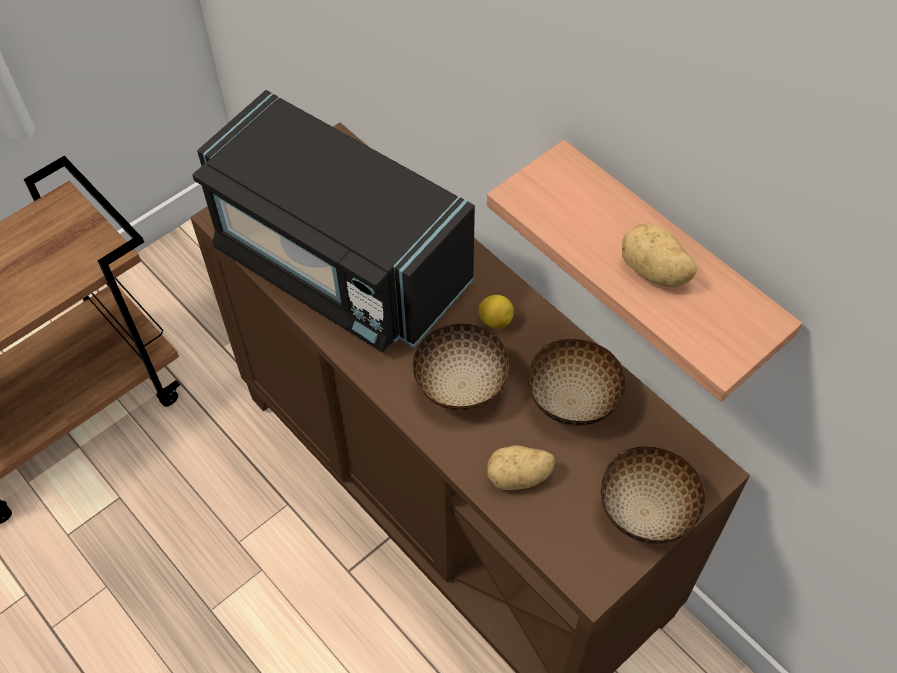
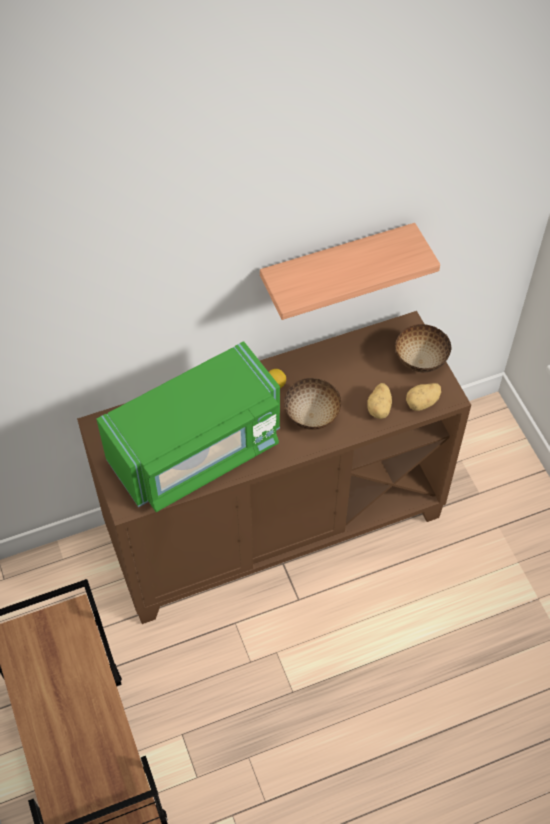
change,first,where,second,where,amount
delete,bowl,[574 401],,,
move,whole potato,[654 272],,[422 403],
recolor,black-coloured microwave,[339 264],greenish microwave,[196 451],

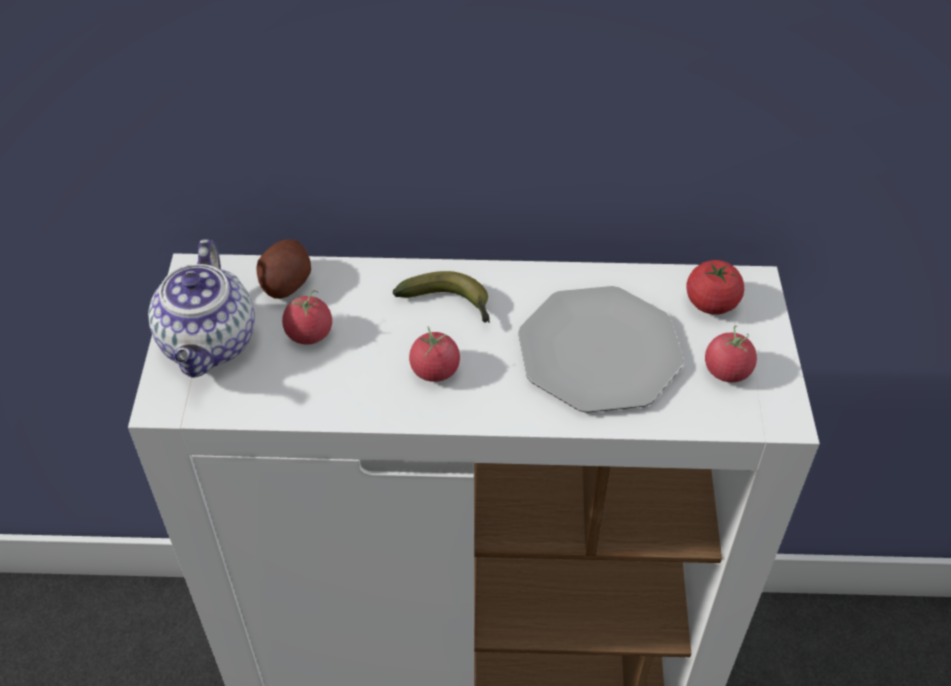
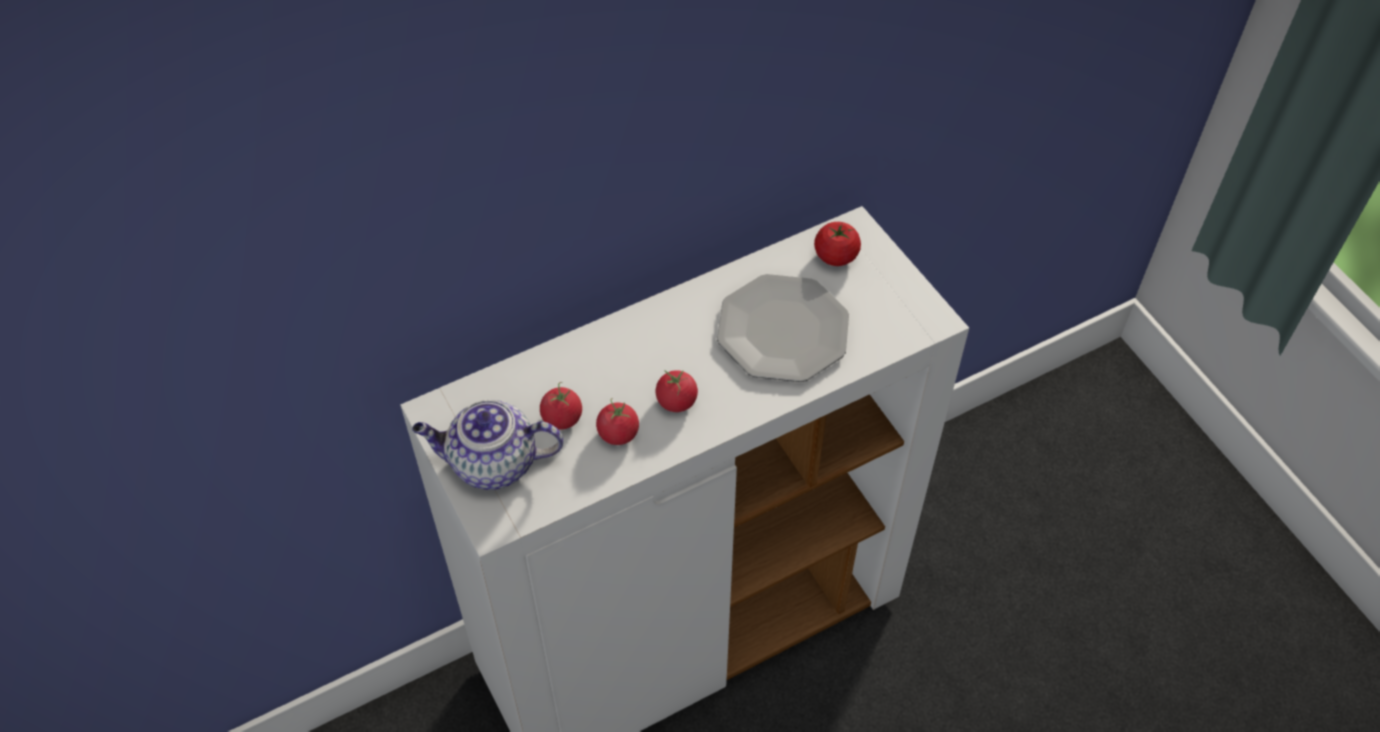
change,first,where,second,where,amount
delete,whole potato,[285 283],,,
delete,banana fruit,[450 304],,,
move,fresh tomato,[727 370],,[618 433],
rotate,teapot,[209 344],,[491 463],120 degrees clockwise

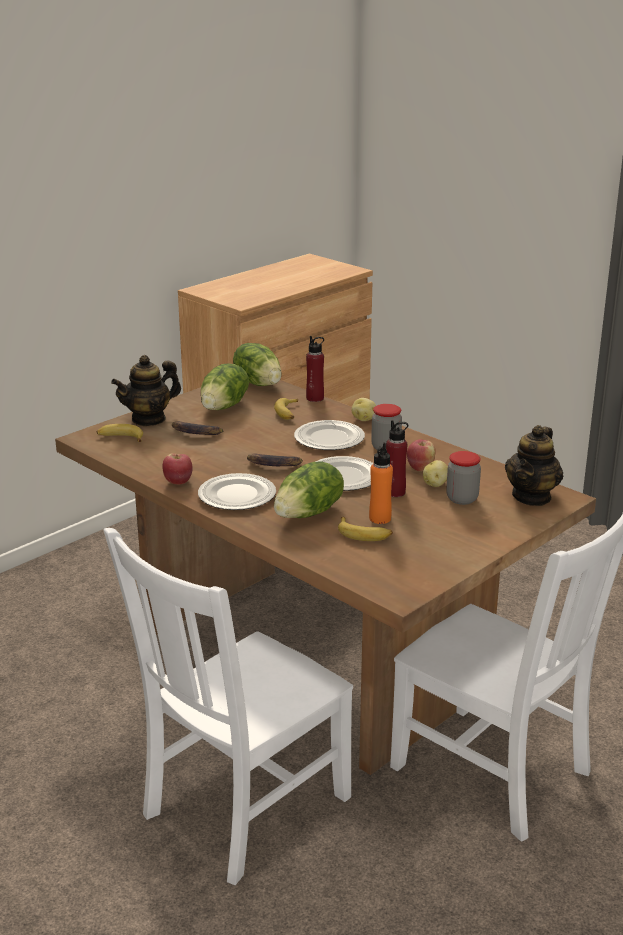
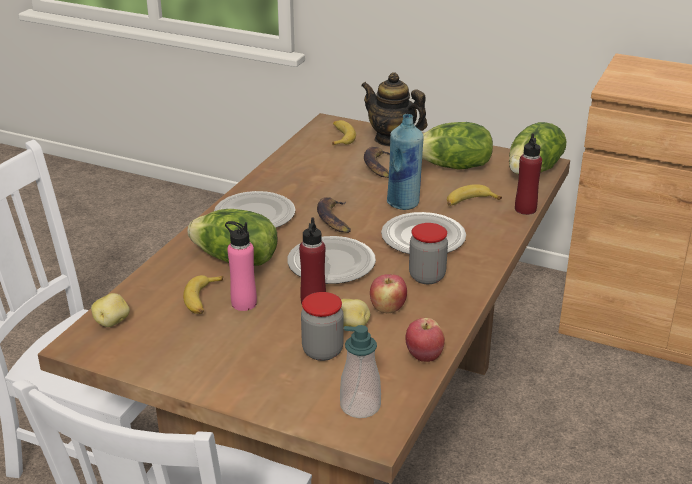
change,first,where,second,where,amount
insert,,,blue-coloured bottle,[403 203],
move,whole apple,[178 482],,[424 356],
move,whole potato,[364 419],,[112 322],
replace,teapot,[532 497],soap dispenser,[360 406],
recolor,orange-coloured bottle,[380 518],pink-coloured bottle,[243 303],

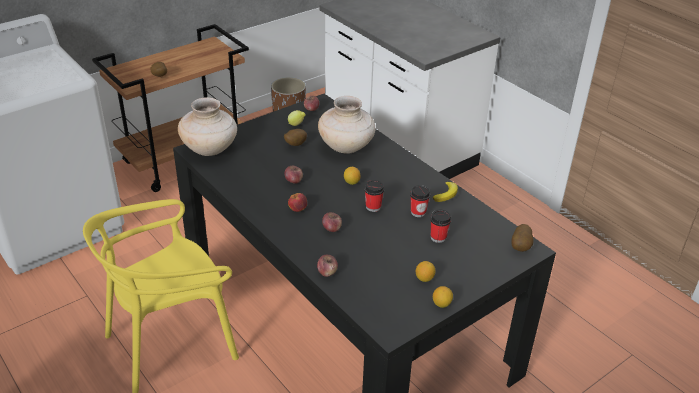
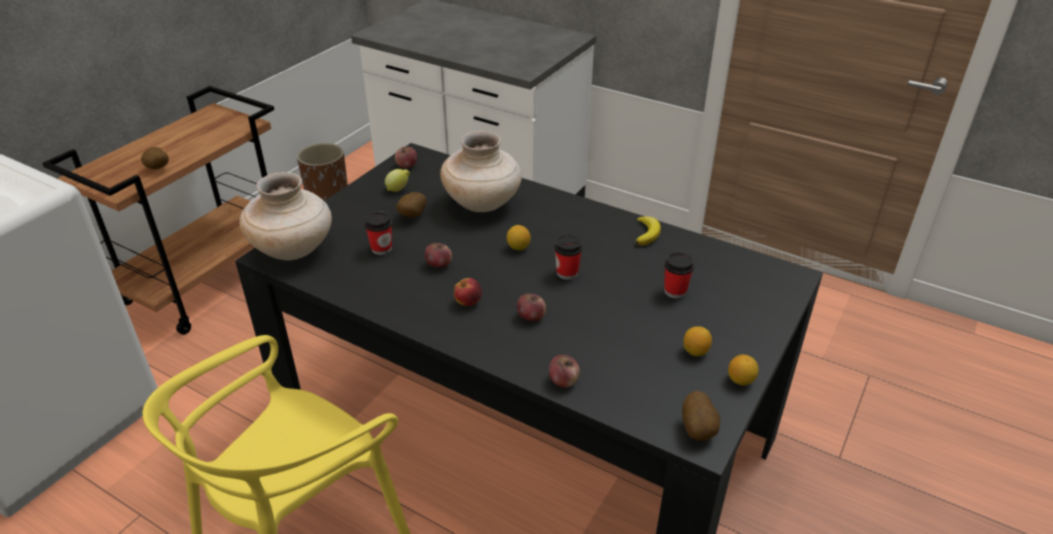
change,first,where,second,where,amount
move,small cup,[418 212],,[381 249],
move,whole potato,[521 247],,[698 430],

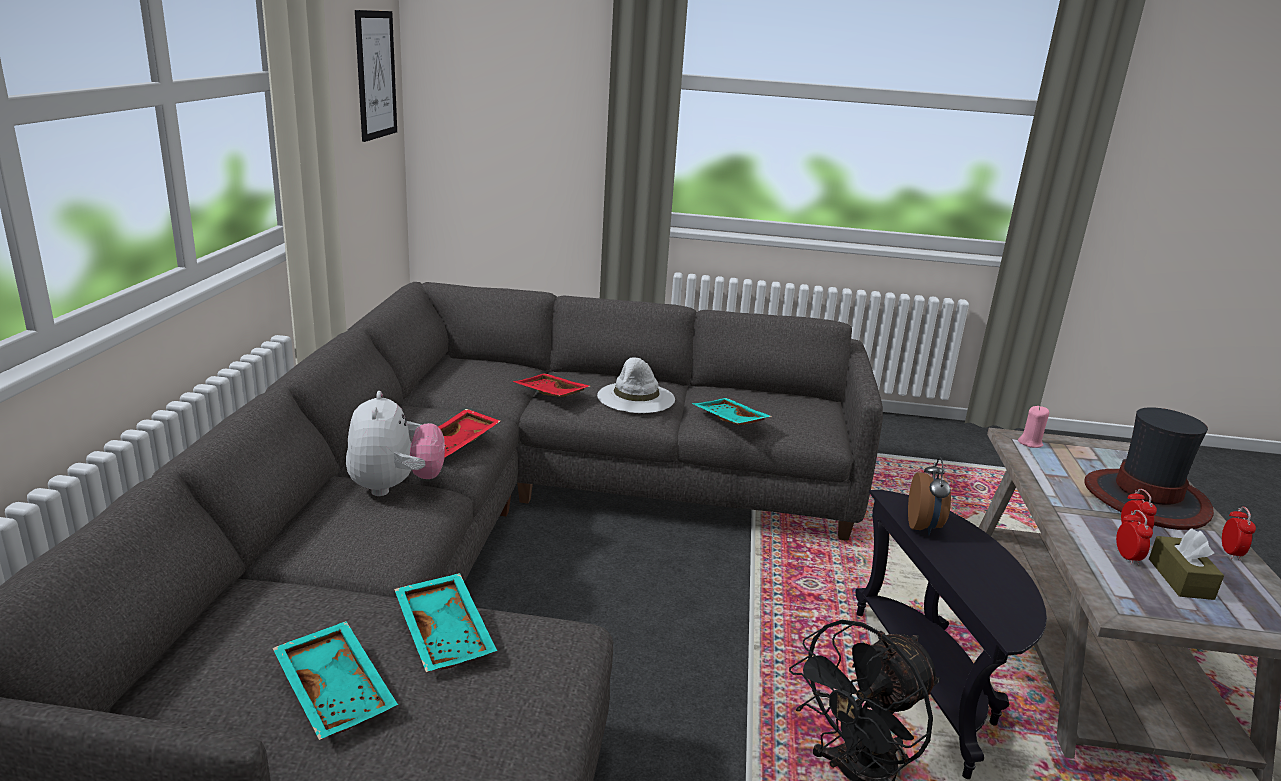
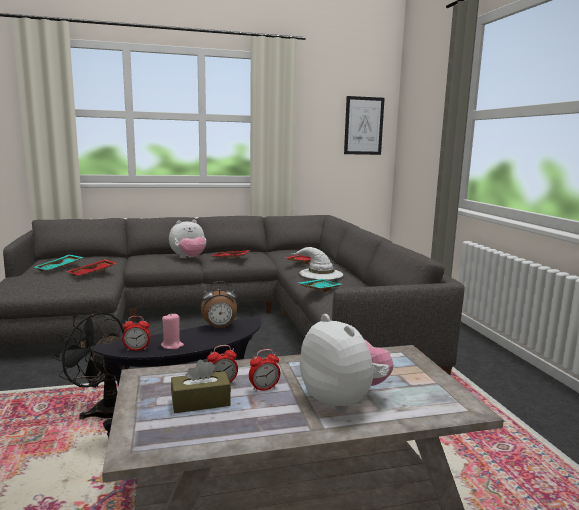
change,first,where,second,where,amount
move,pink-coloured wax light,[1030 443],,[172 345],
move,table clock,[1230 553],,[137 349],
replace,wearable hat,[1146 499],cuddly toy,[343 400],
recolor,blue-green tray,[447 633],reddish tray,[93 273],

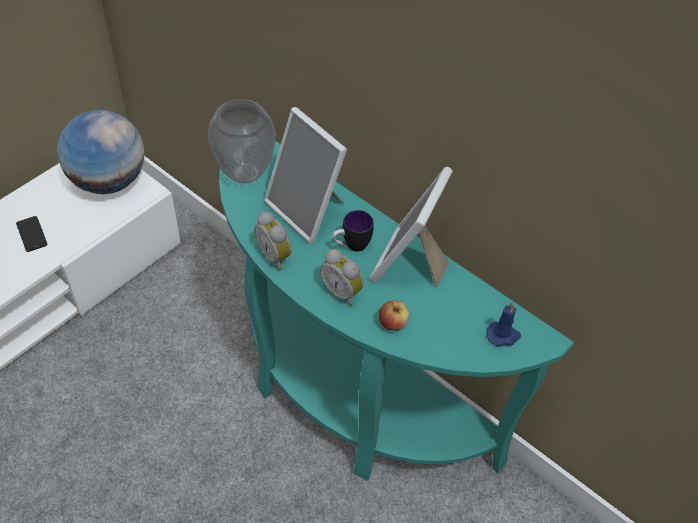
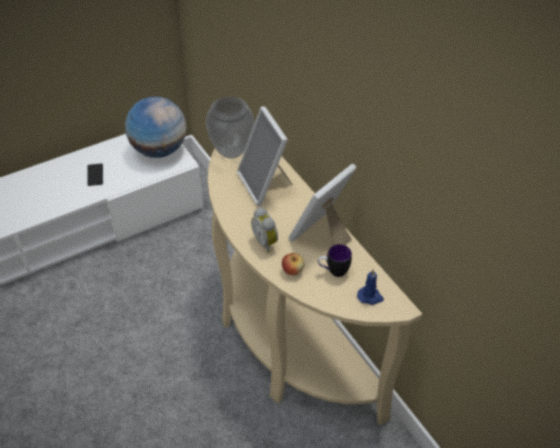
change,first,where,second,where,amount
delete,table clock,[276 256],,,
move,mug,[351 246],,[333 272],
recolor,blue-green narrow table,[348 395],beige narrow table,[286 340],

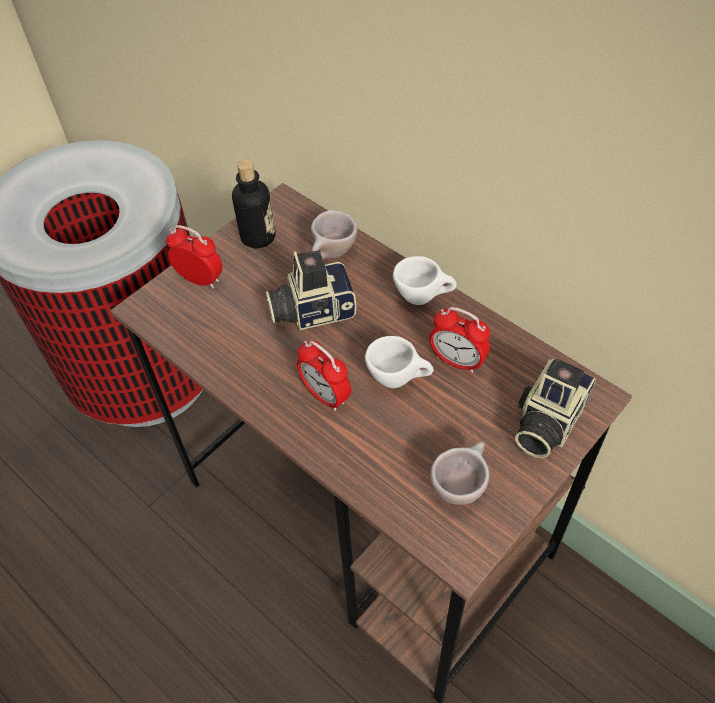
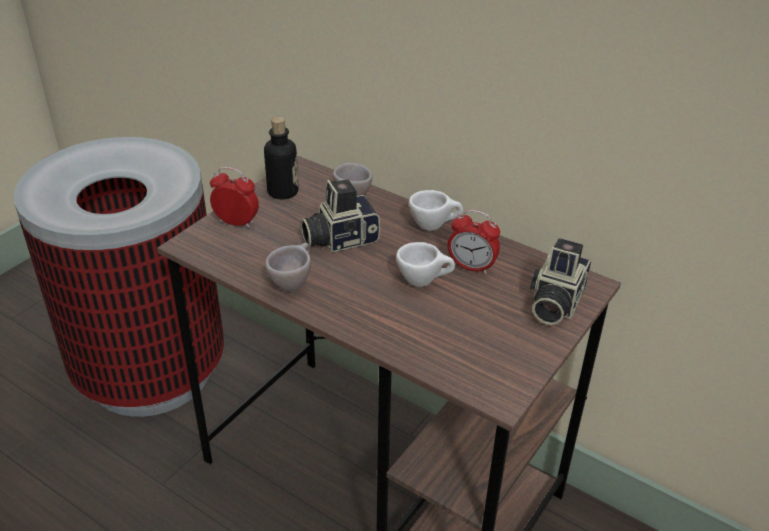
change,first,where,second,where,amount
delete,table clock,[325 396],,,
move,beige small cup,[461 485],,[293 282],

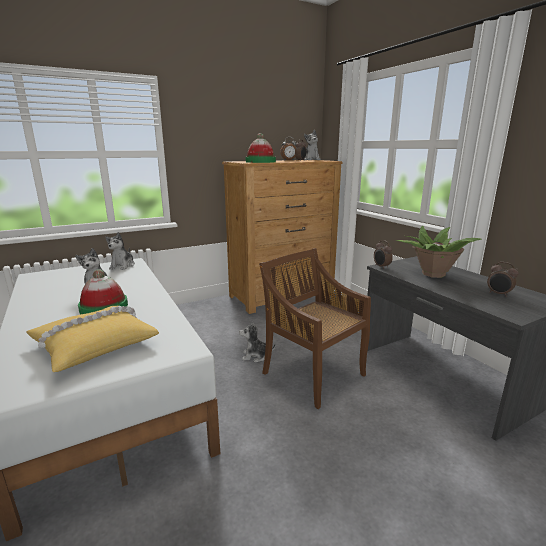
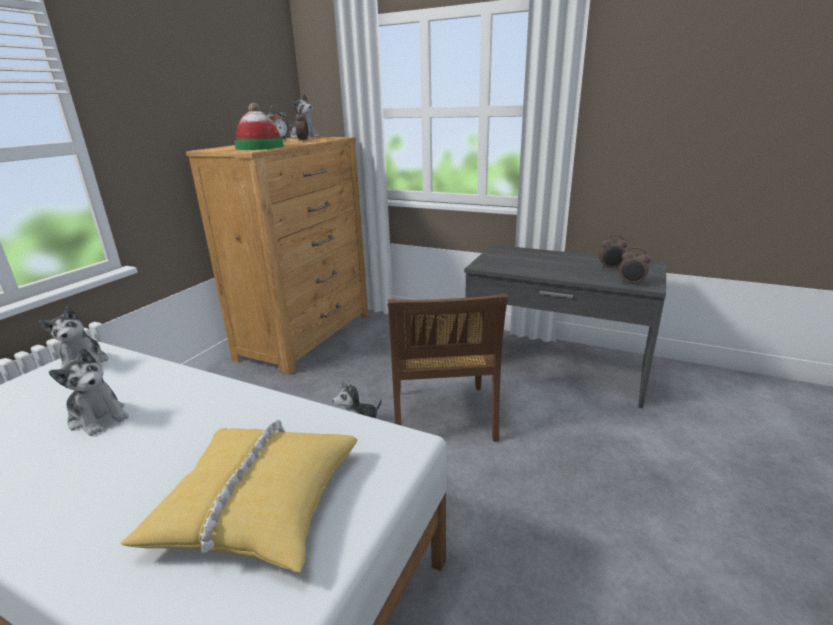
change,first,where,second,where,amount
delete,wearable hat,[104 307],,,
delete,houseplant,[433 274],,,
move,table clock,[381 267],,[631 283],
rotate,brown-coloured plain chair,[312 373],,[442 417],105 degrees counterclockwise

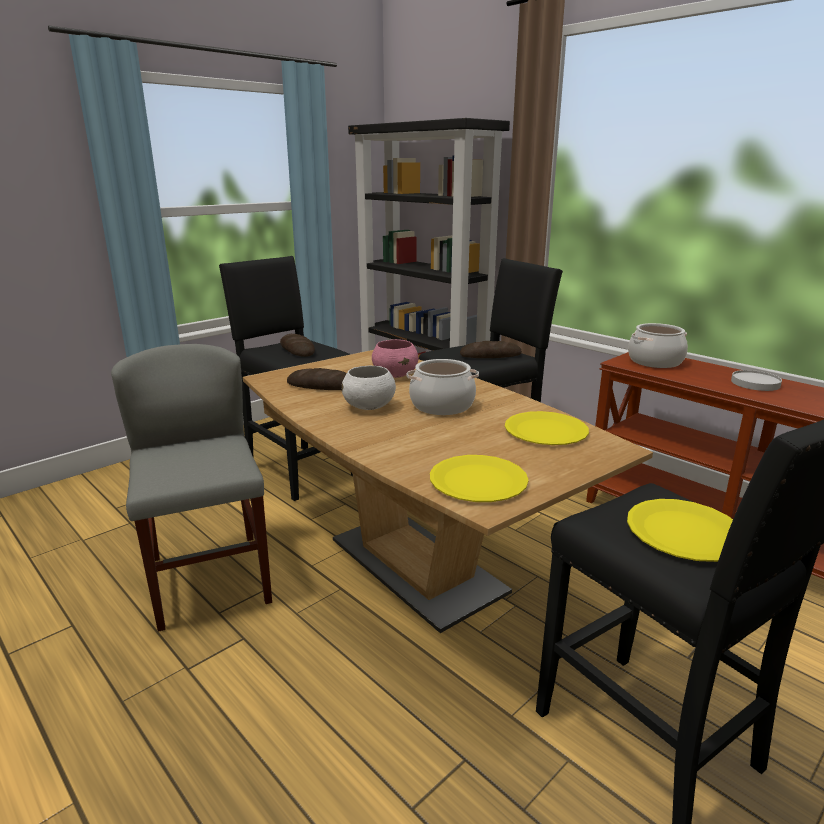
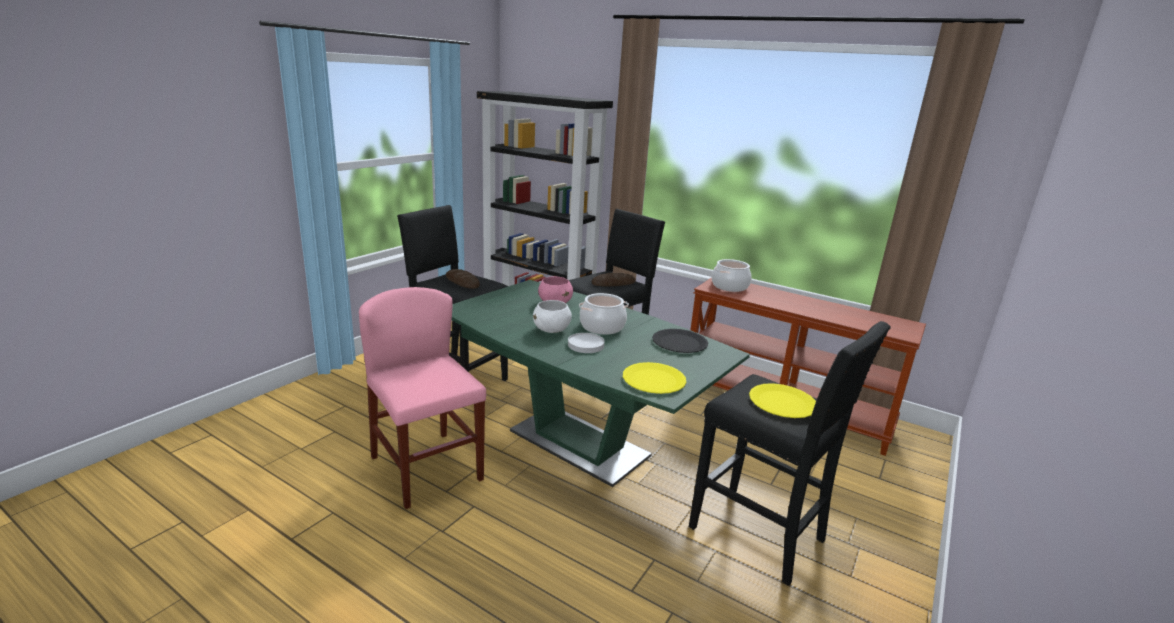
change,first,where,second,where,amount
delete,baked bread,[322 385],,,
move,white plate,[755 383],,[585 345],
recolor,greyish plain chair,[210 579],pink-coloured plain chair,[427 468],
recolor,brown-coloured dinner table,[416 565],greenish dinner table,[578 443],
recolor,yellow plate,[546 431],black-coloured plate,[680 342],

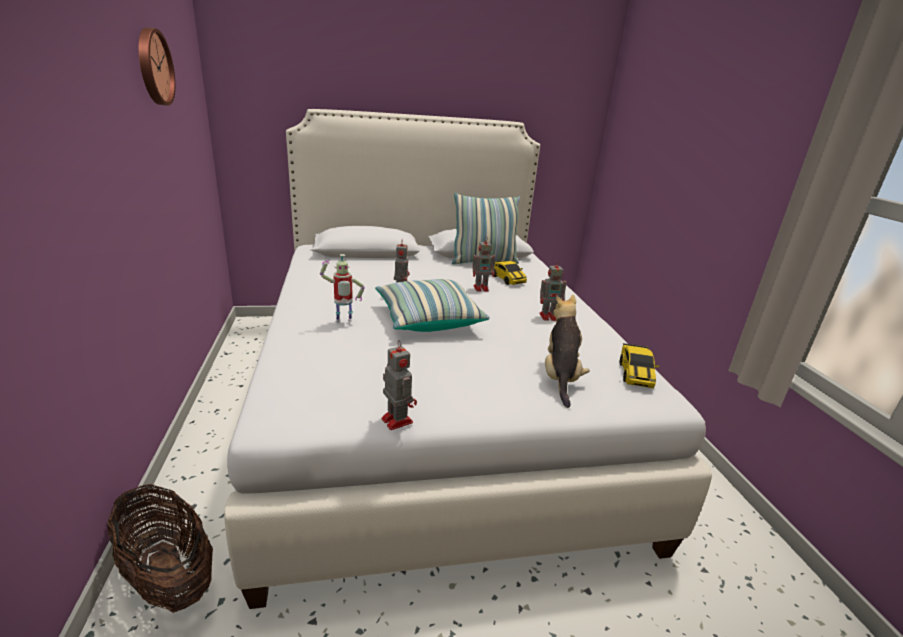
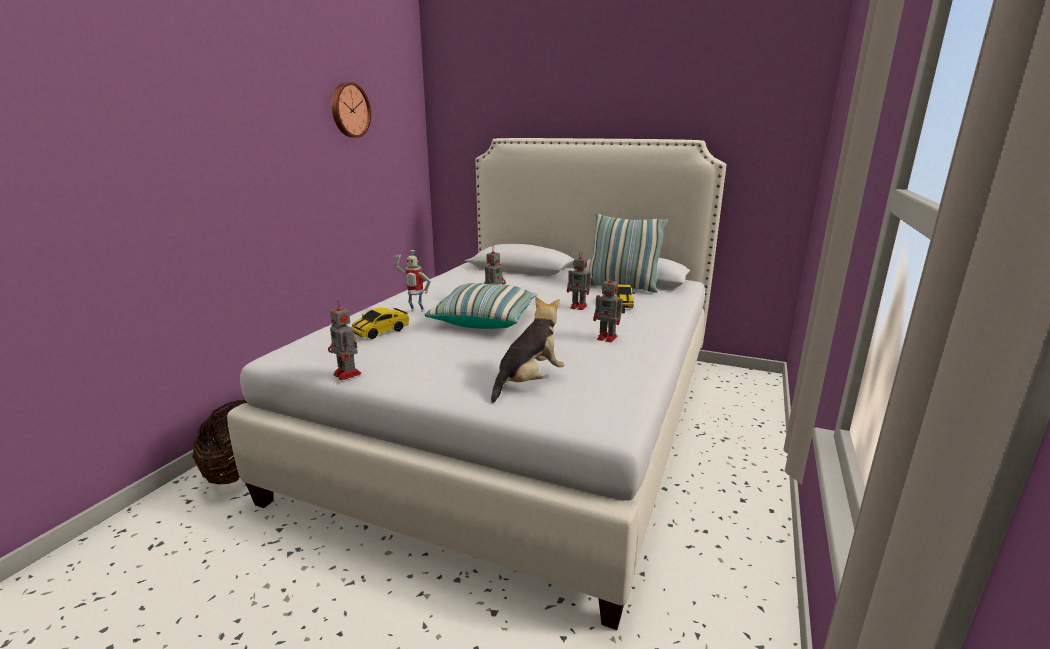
change,first,where,second,where,amount
move,miniature car,[635 374],,[381 331],
rotate,robot figure,[396 419],,[348 374],135 degrees clockwise

